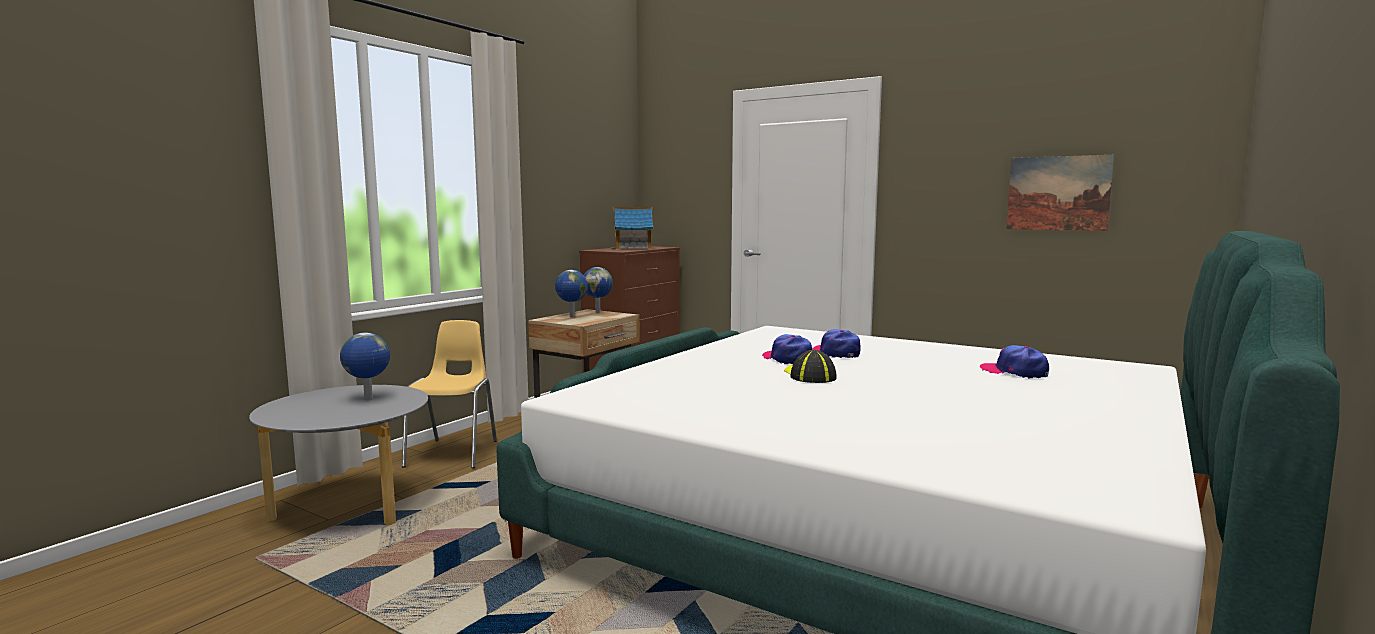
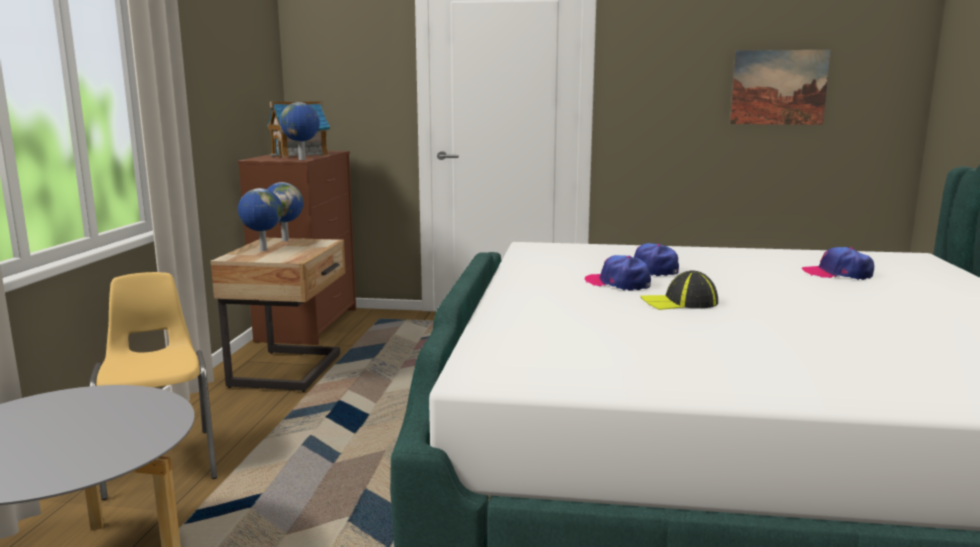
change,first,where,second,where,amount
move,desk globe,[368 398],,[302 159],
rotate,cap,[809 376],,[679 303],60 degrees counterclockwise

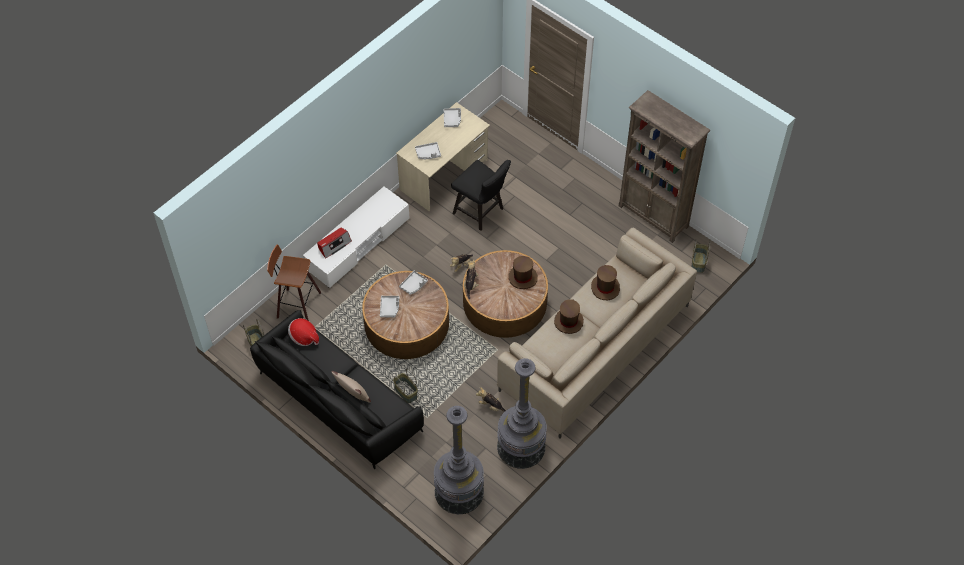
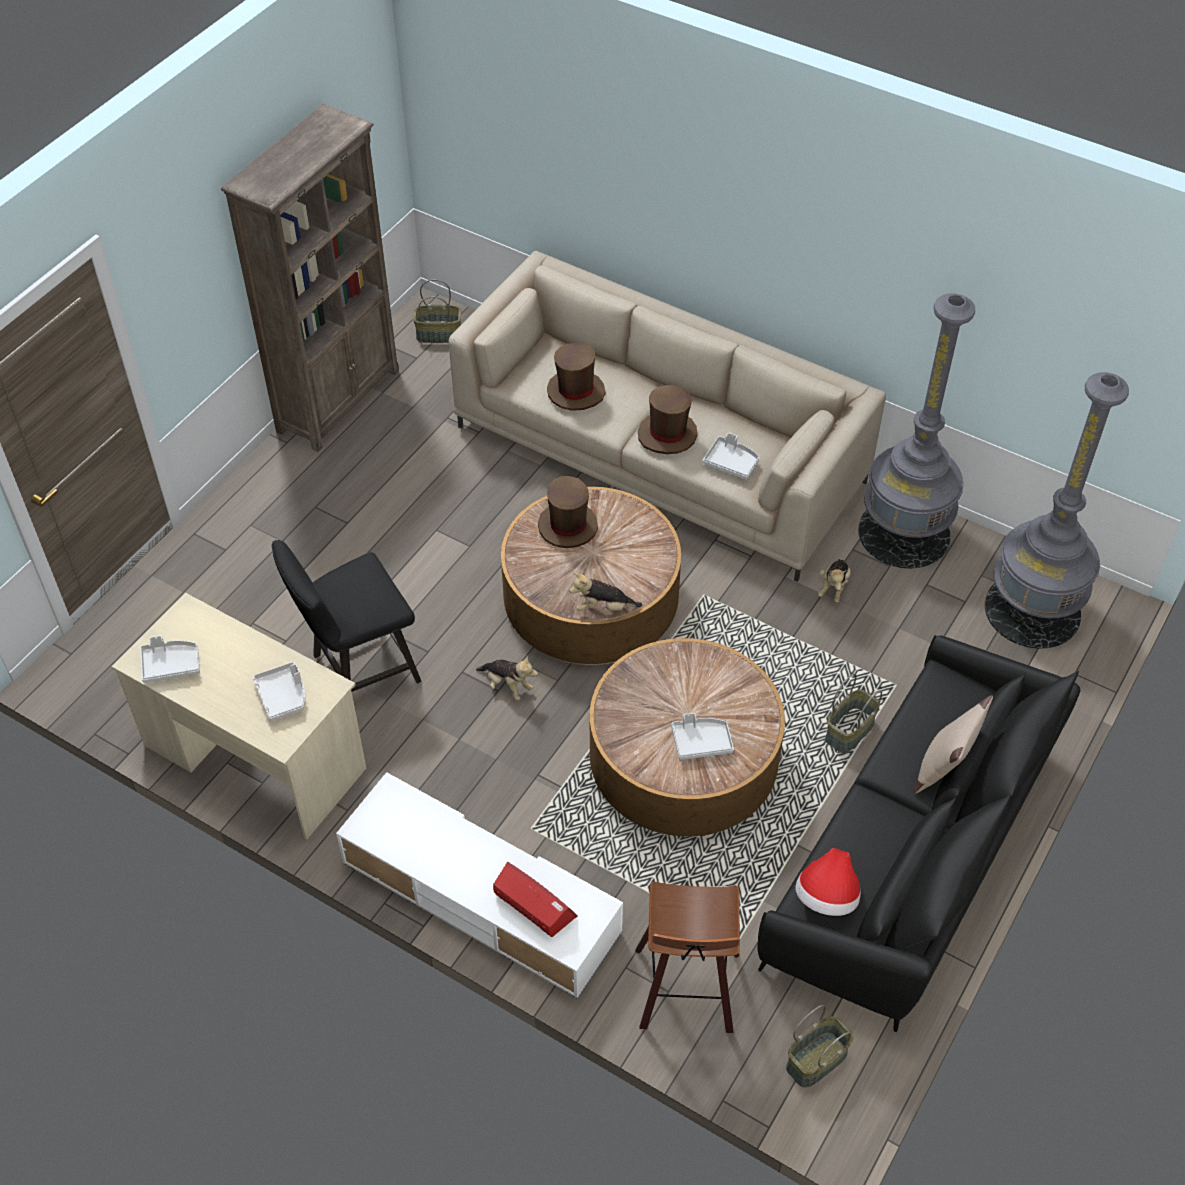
change,first,where,second,where,amount
move,greyish tray,[413 285],,[731 463],
rotate,black-coloured plain chair,[481 212],,[358 670],150 degrees counterclockwise

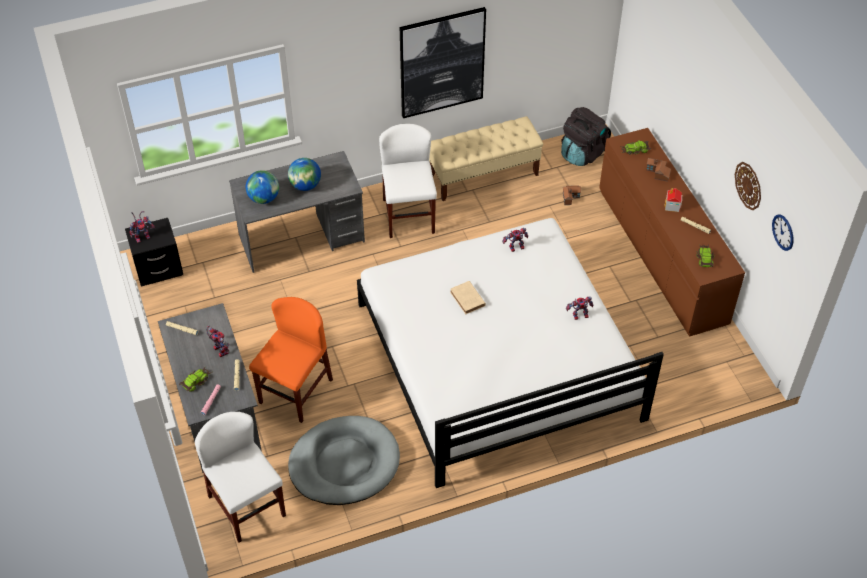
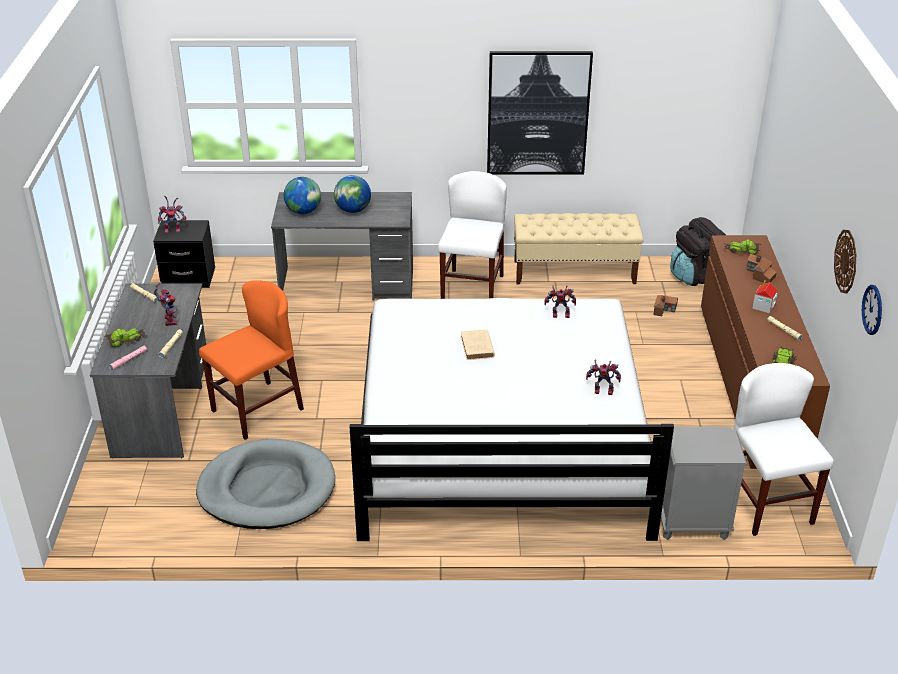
change,first,where,second,where,amount
insert,,,greyish nightstand,[691 523],
move,white plain chair,[247 506],,[766 503],

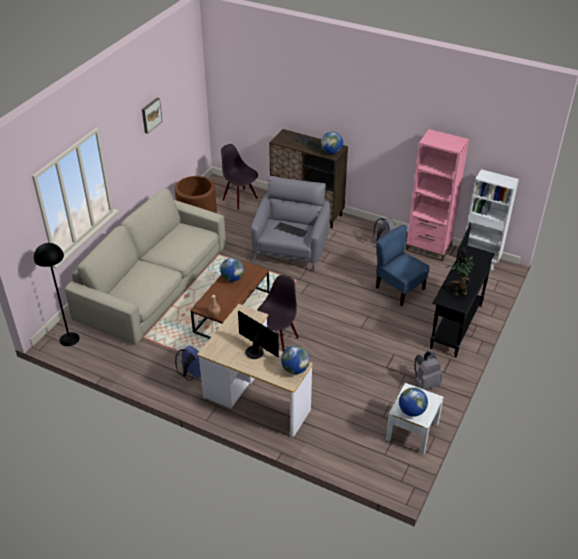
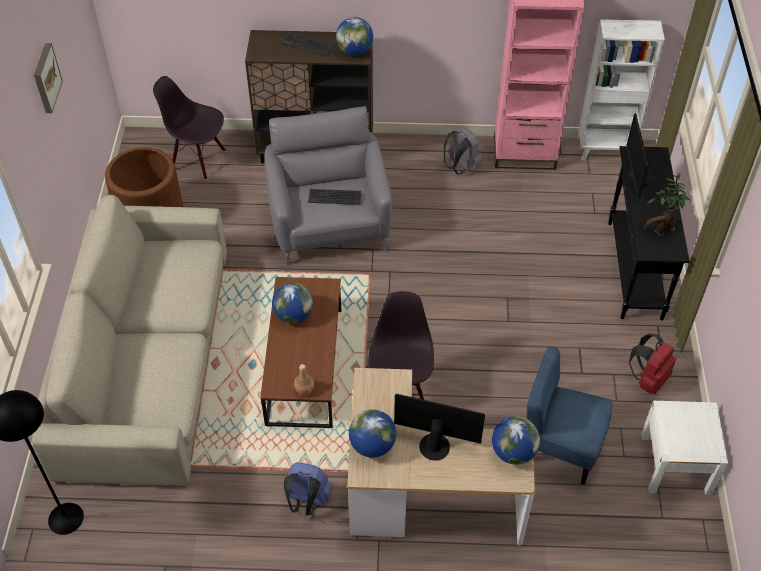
change,first,where,second,where,amount
move,blue-coloured plain chair,[399 289],,[560 447],
move,desk globe,[411 411],,[372 445],
recolor,greyish backpack,[425 384],reddish backpack,[648 379],

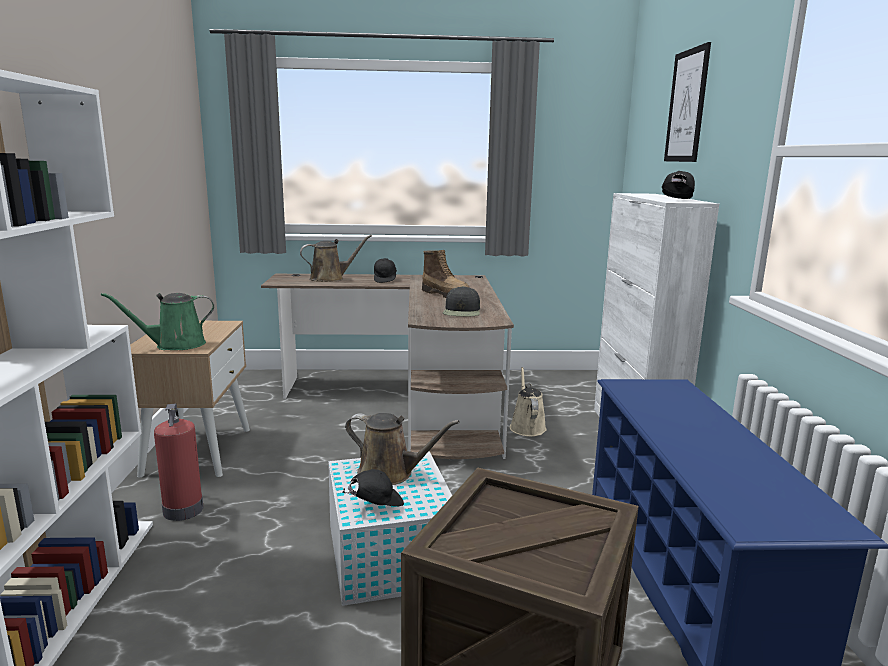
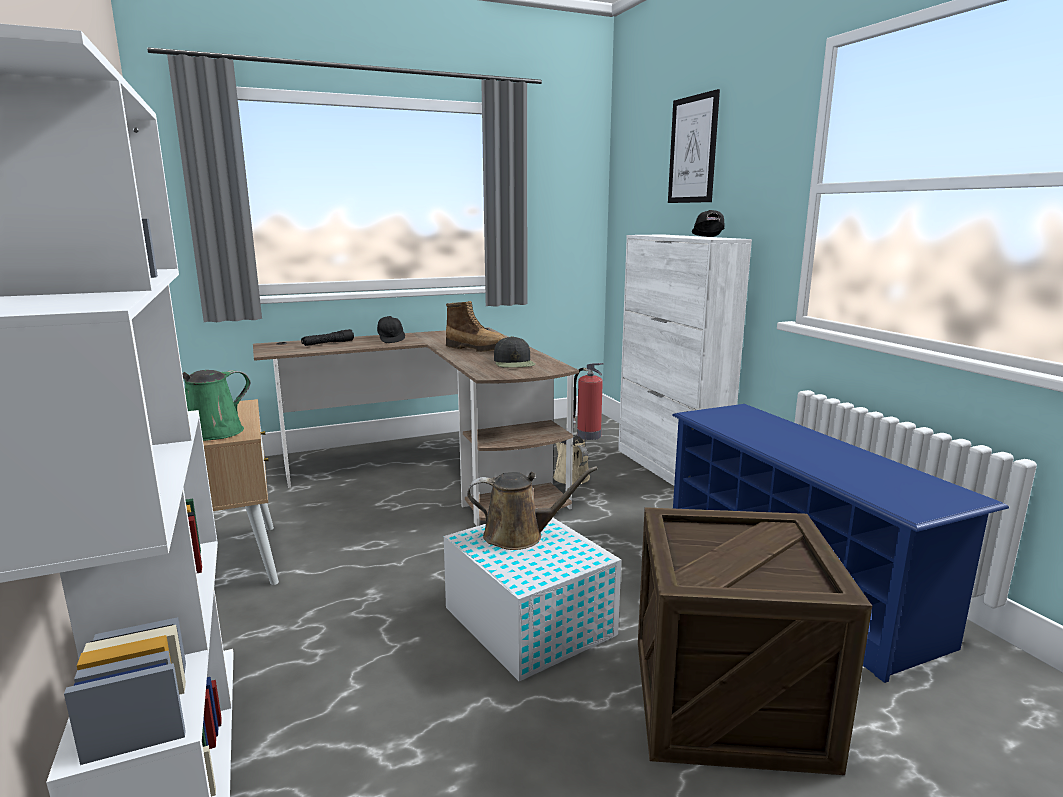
change,first,where,second,where,amount
delete,black-coloured cap,[375 504],,,
move,fire extinguisher,[183 509],,[587 435],
replace,brown-coloured watering pot,[330 278],black-coloured flashlight,[328 343],

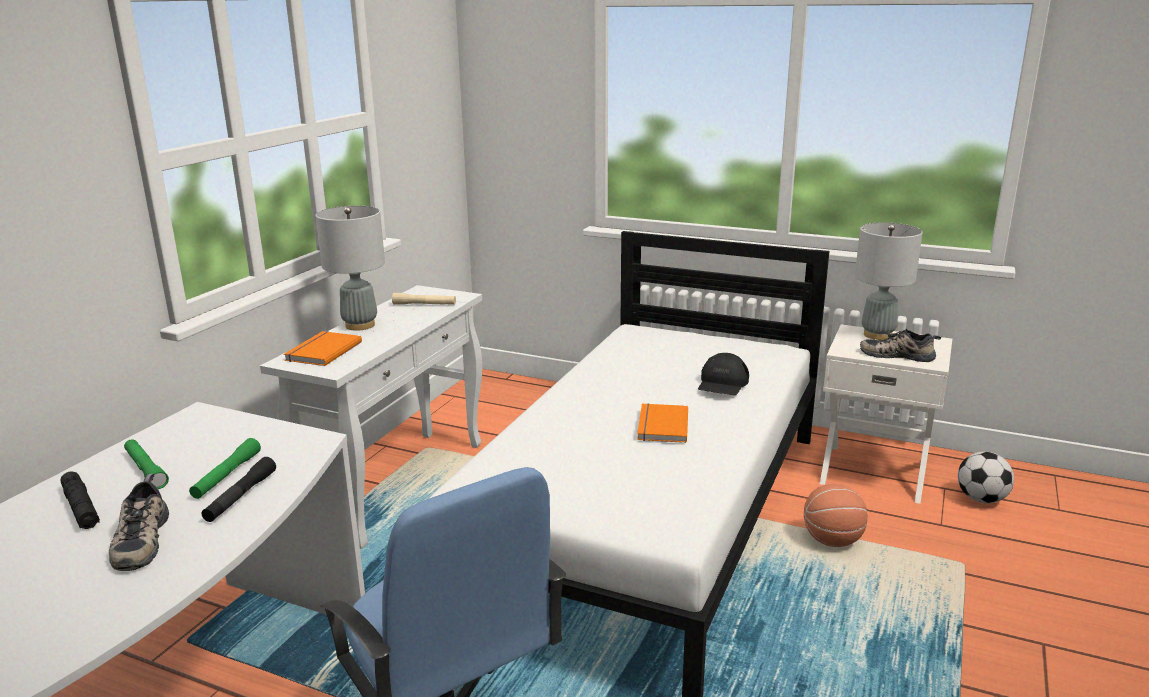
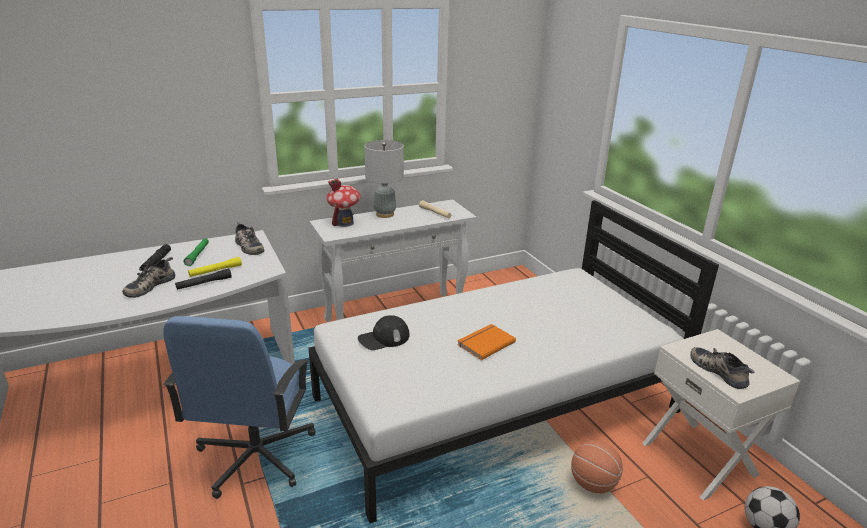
change,first,where,second,where,amount
delete,greyish tabletop lamp,[878 335],,,
insert,,,low shoe,[248 246],
move,black-coloured cap,[722 383],,[383 338],
replace,orange-coloured volume,[322 351],model house,[344 223],
recolor,greenish flashlight,[227 475],yellow flashlight,[215 271],

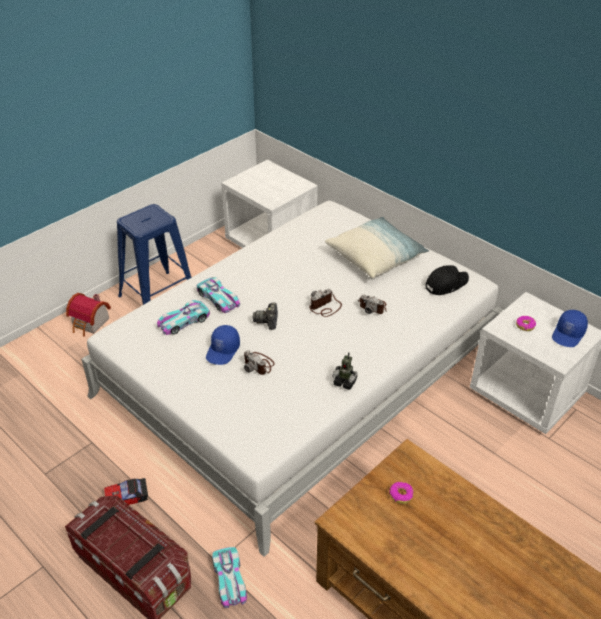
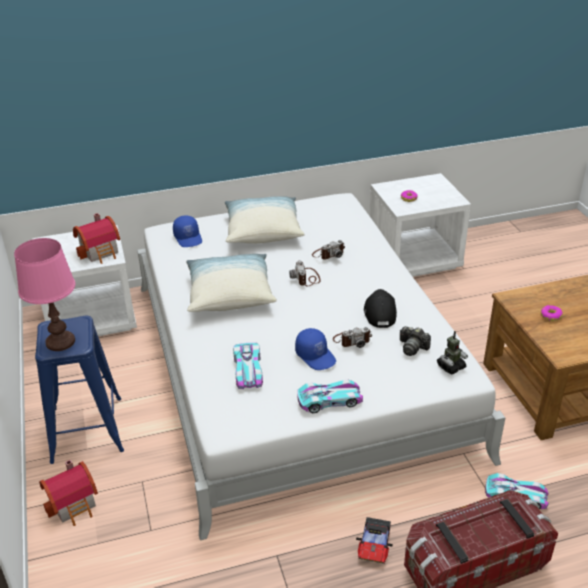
change,first,where,second,where,amount
insert,,,pink-coloured tabletop lamp,[61 341],
insert,,,model house,[101 251],
insert,,,throw pillow,[230 294],
move,miniature car,[218 299],,[330 400],
move,still camera,[267 321],,[412 347],
move,robot figure,[345 382],,[450 367],
move,black-coloured cap,[445 284],,[379 312],
move,blue-coloured cap,[568 334],,[188 238],

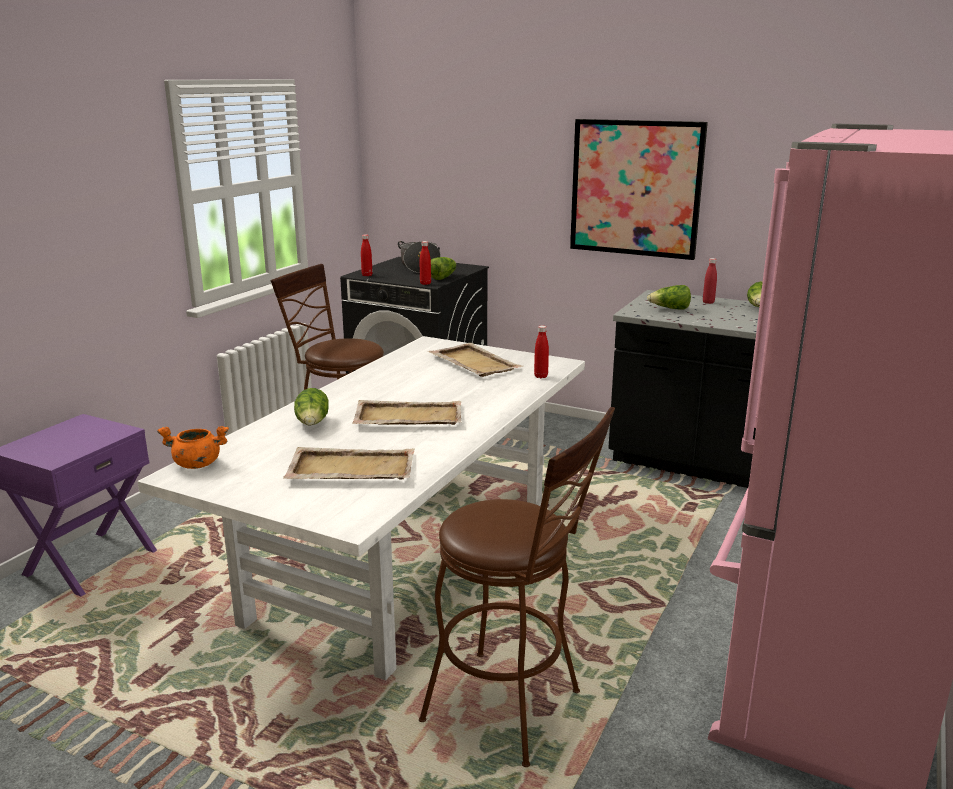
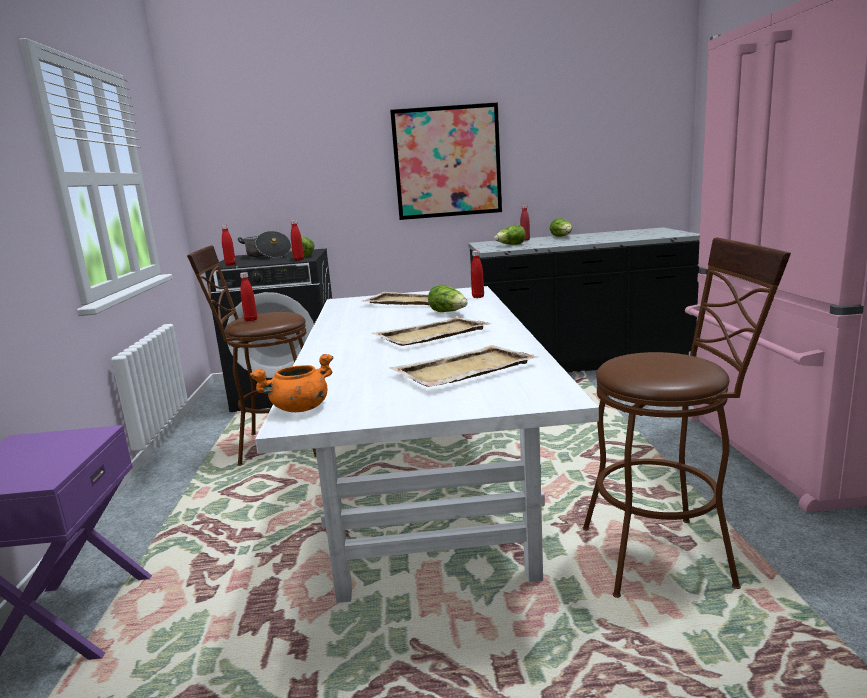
change,first,where,second,where,amount
insert,,,reddish bottle,[251 320],
move,lettuce head,[313 424],,[449 312],

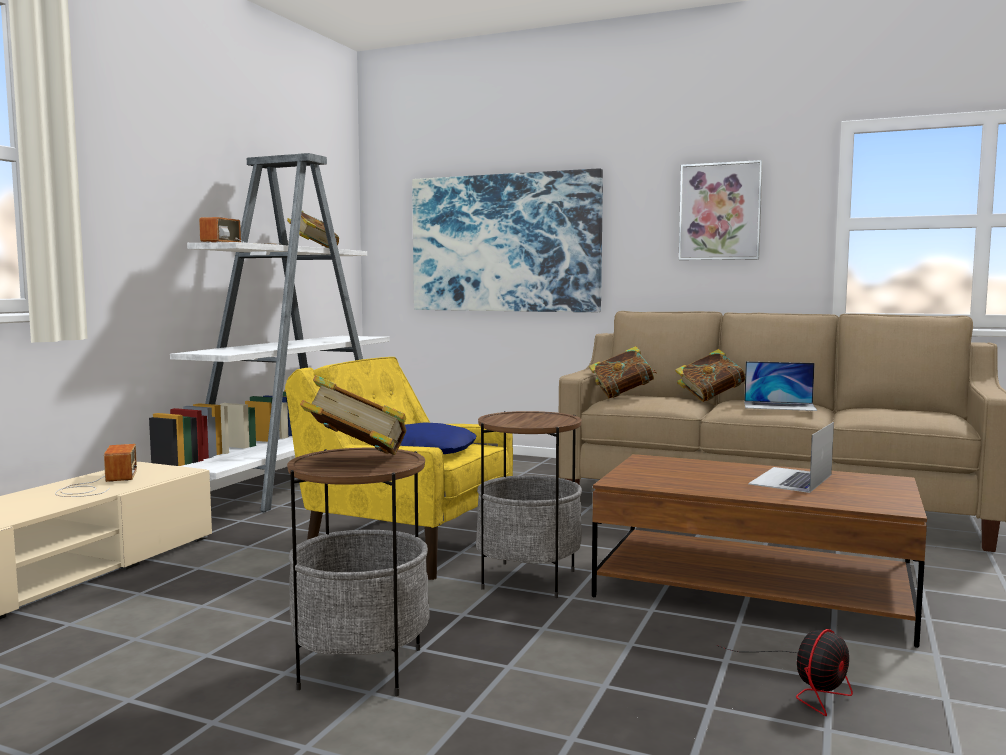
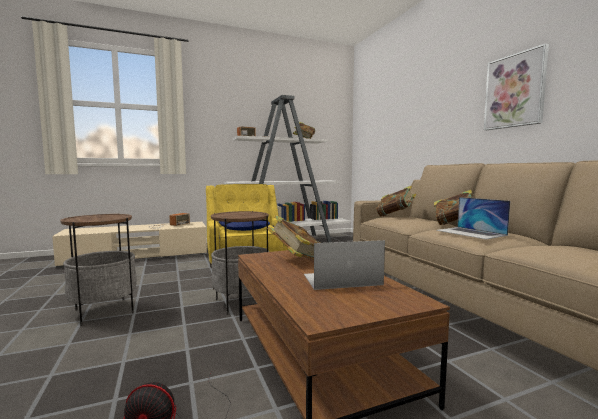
change,first,where,second,where,amount
delete,wall picture,[504 243],,,
move,volume,[356 460],,[296 259],

